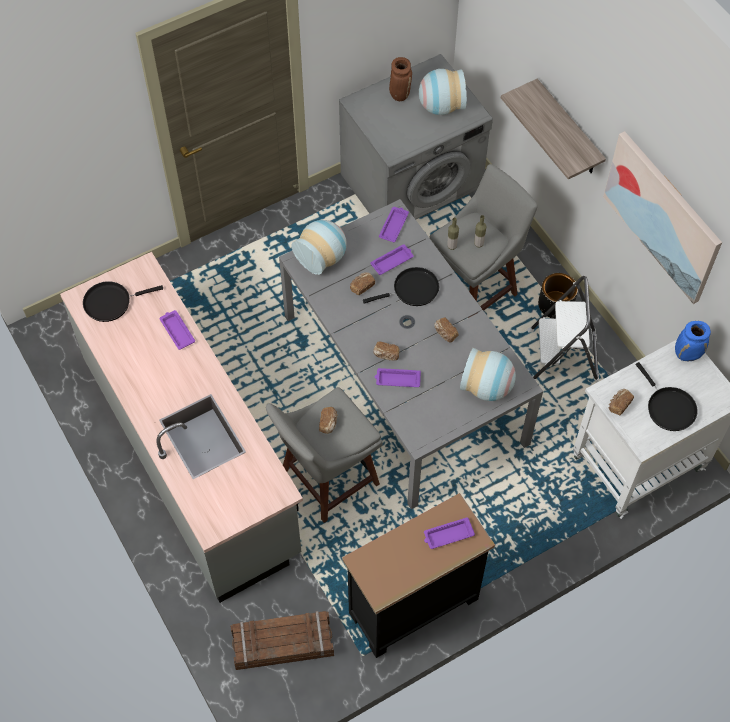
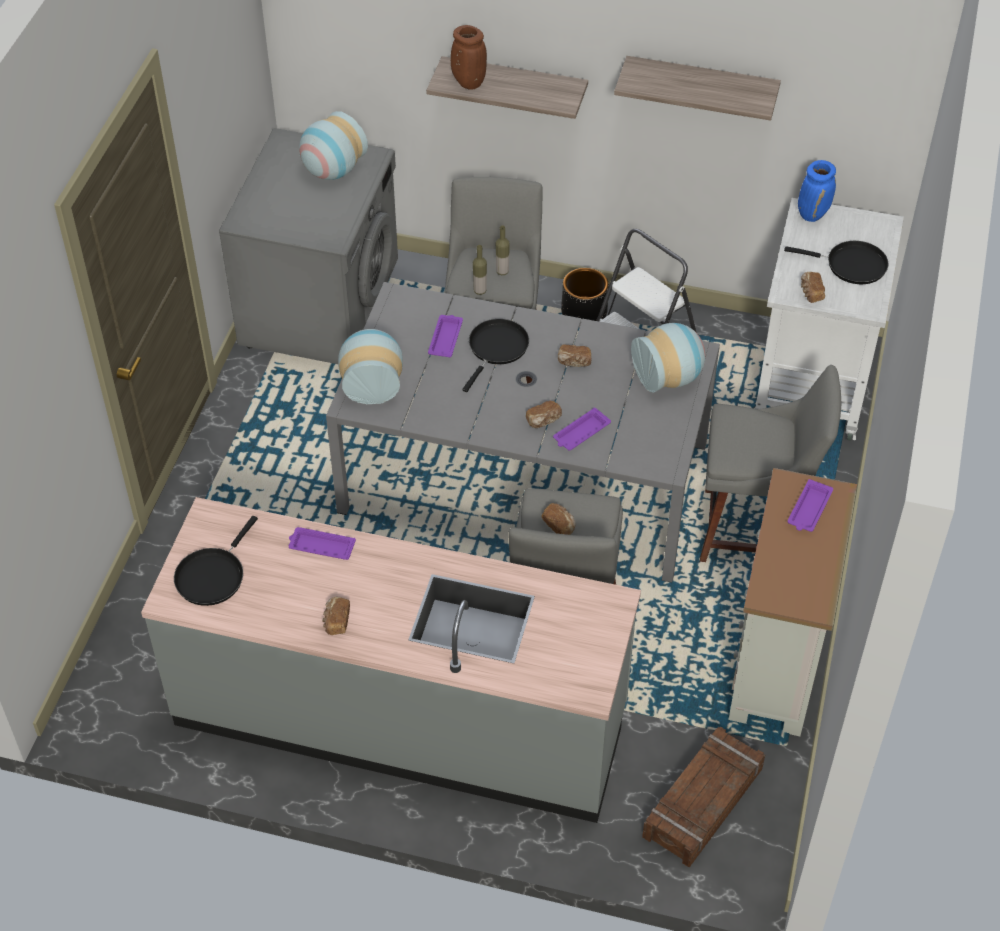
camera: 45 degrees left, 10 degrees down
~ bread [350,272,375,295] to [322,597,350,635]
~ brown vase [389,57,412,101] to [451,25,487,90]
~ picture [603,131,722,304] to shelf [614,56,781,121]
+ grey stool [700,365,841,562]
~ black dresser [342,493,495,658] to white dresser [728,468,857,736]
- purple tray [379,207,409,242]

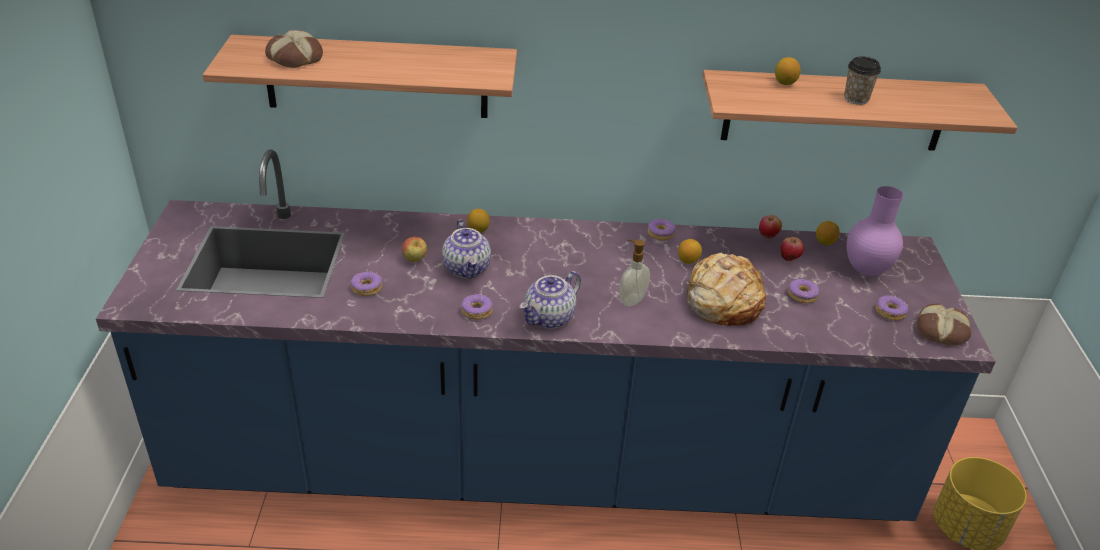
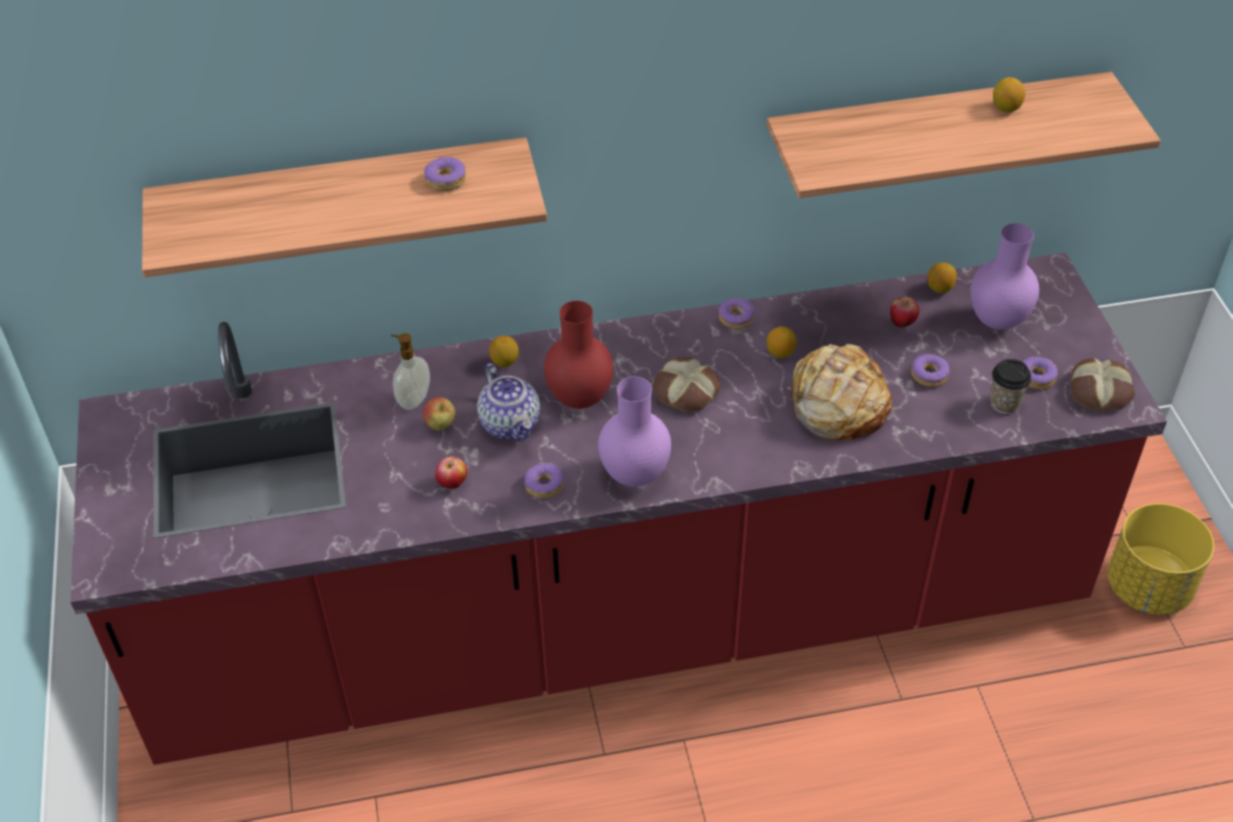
camera: 10 degrees left, 10 degrees up
~ blue counter [96,150,995,521] to red counter [70,253,1167,765]
~ soap dispenser [619,239,650,307] to [390,333,430,410]
~ donut [350,271,382,296] to [424,156,466,191]
~ apple [759,215,782,238] to [435,456,467,489]
+ red vase [544,301,613,409]
~ teapot [519,271,581,329] to purple vase [598,377,671,487]
~ bread [265,30,323,68] to [653,357,720,412]
~ cup [844,56,881,105] to [990,359,1031,414]
~ lemon [775,57,801,85] to [993,77,1025,113]

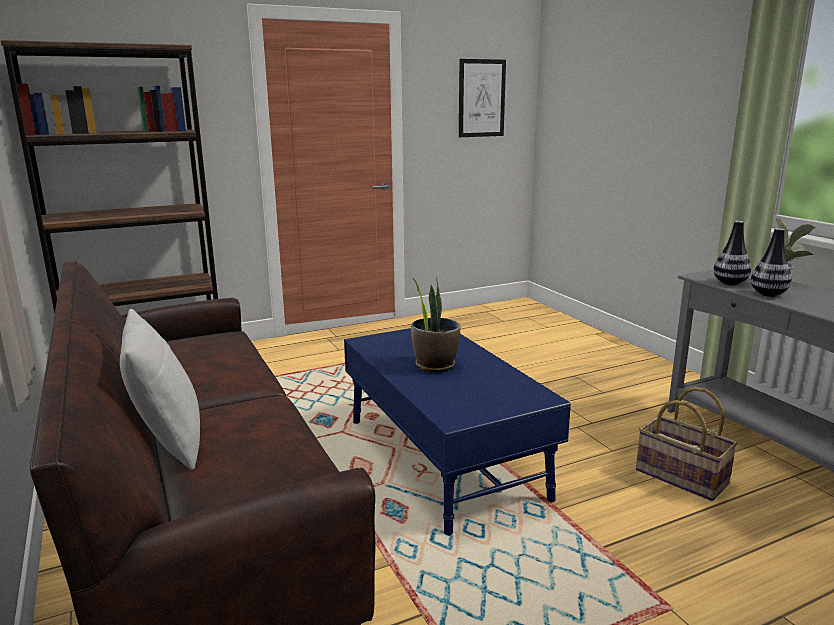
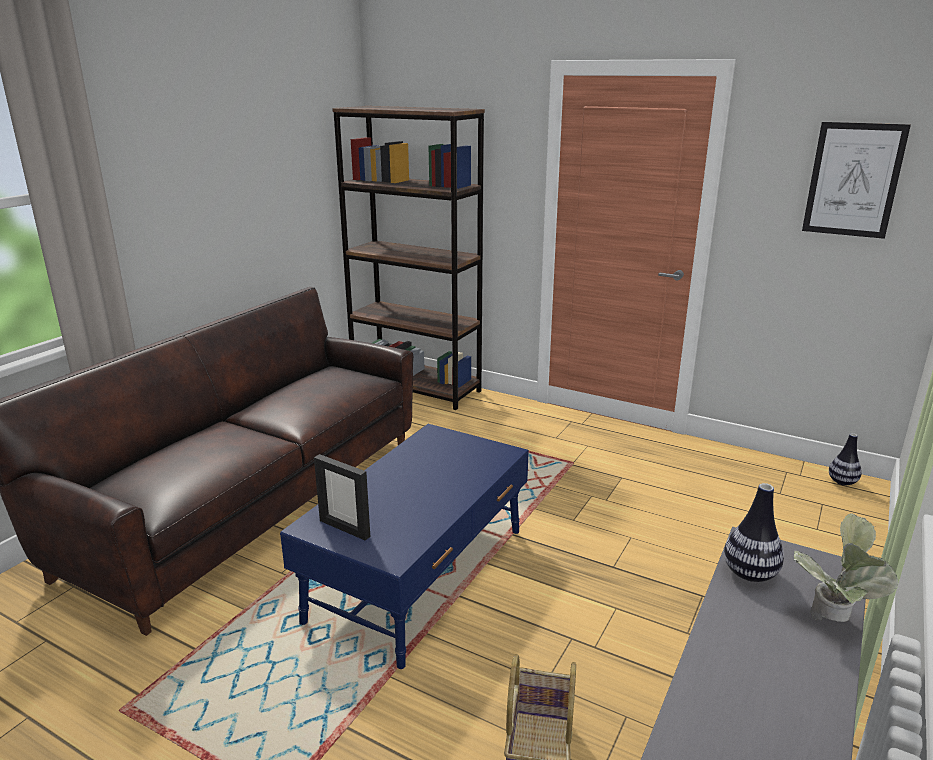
camera: 55 degrees right, 5 degrees up
+ picture frame [314,454,370,540]
~ vase [751,228,792,297] to [829,433,862,486]
- grey pillow [120,309,200,470]
- potted plant [411,279,461,373]

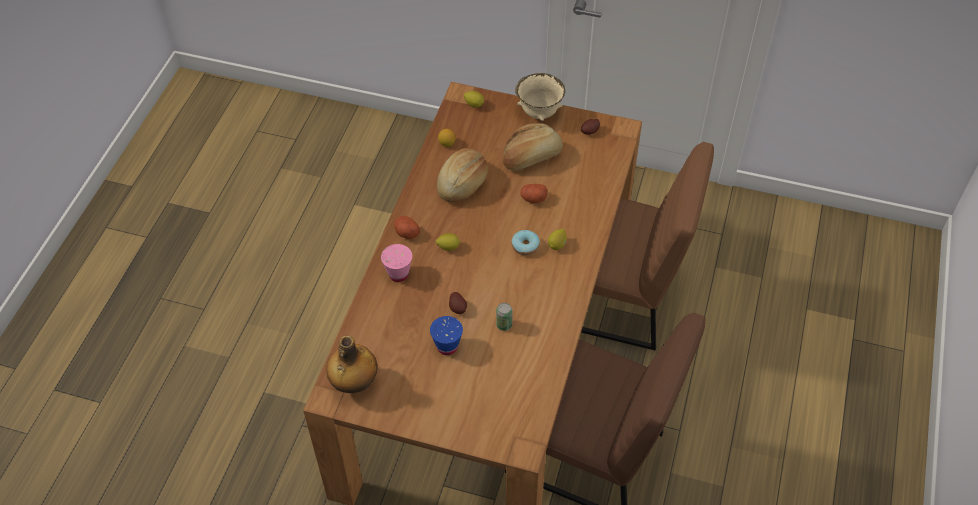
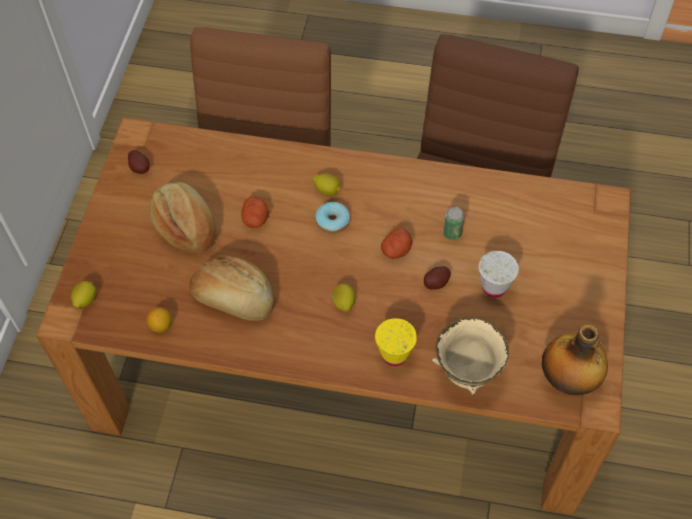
camera: 95 degrees left, 5 degrees up
~ pink cup [381,244,412,282] to yellow cup [375,318,417,366]
~ potato [394,216,420,239] to [381,227,412,259]
~ beige bowl [515,73,565,121] to [432,317,509,396]
~ blue cup [430,316,463,355] to white cup [478,251,519,298]

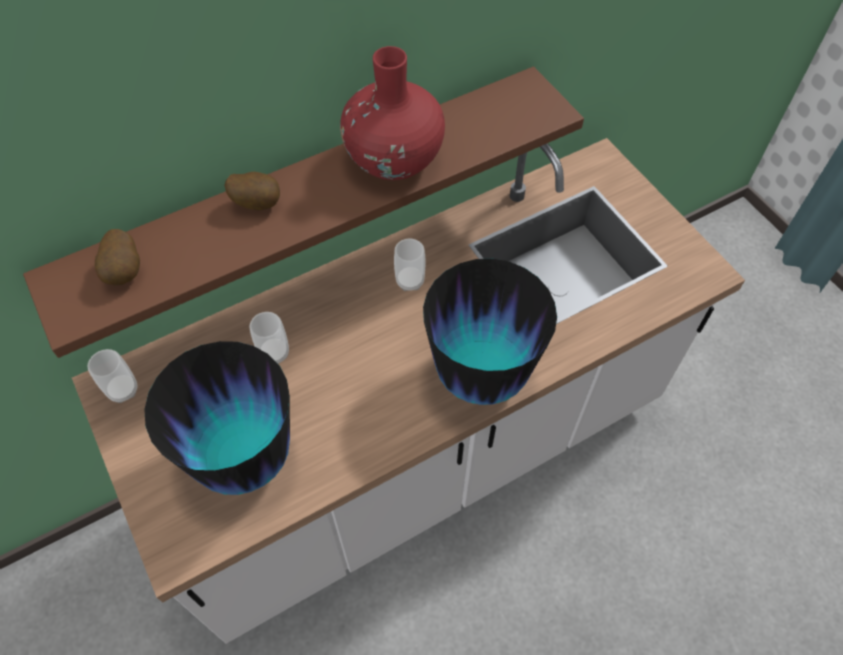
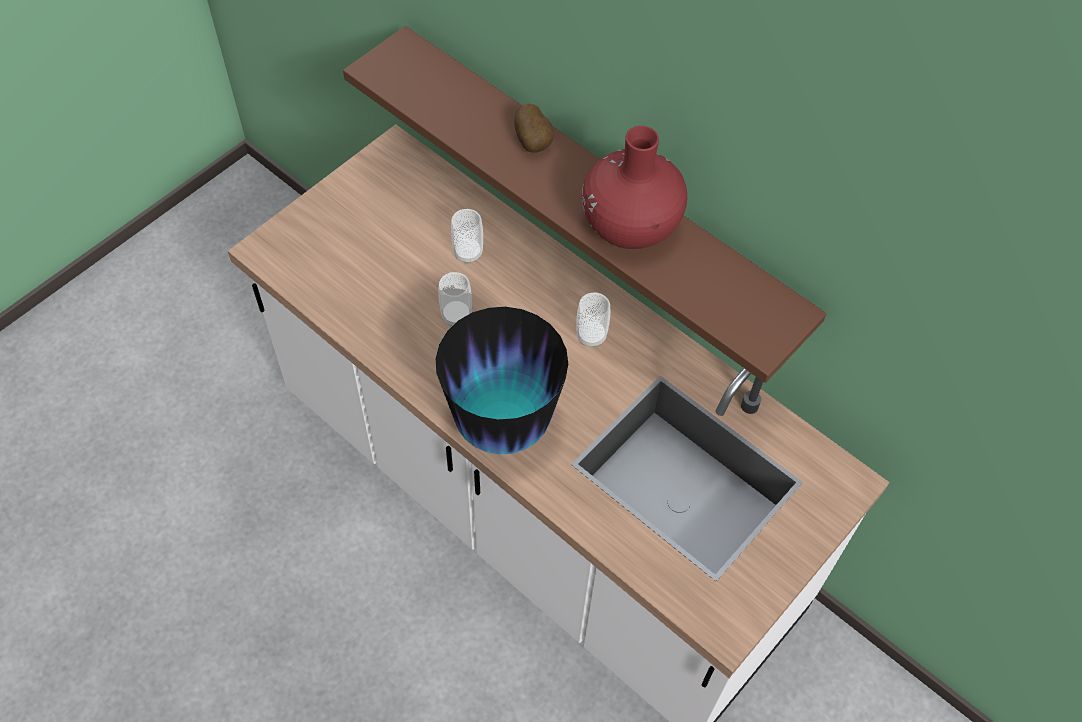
camera: 70 degrees right, 0 degrees up
~ cup [88,349,137,403] to [438,272,472,326]
- potato [95,229,140,285]
- vase [144,341,290,495]

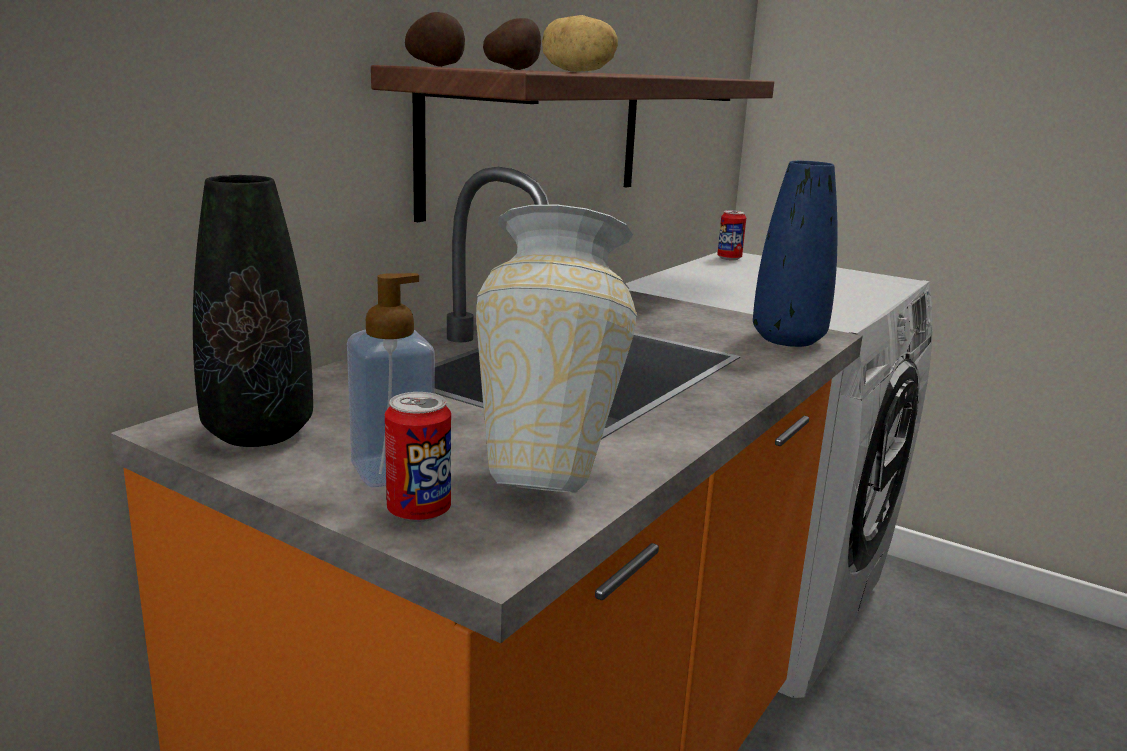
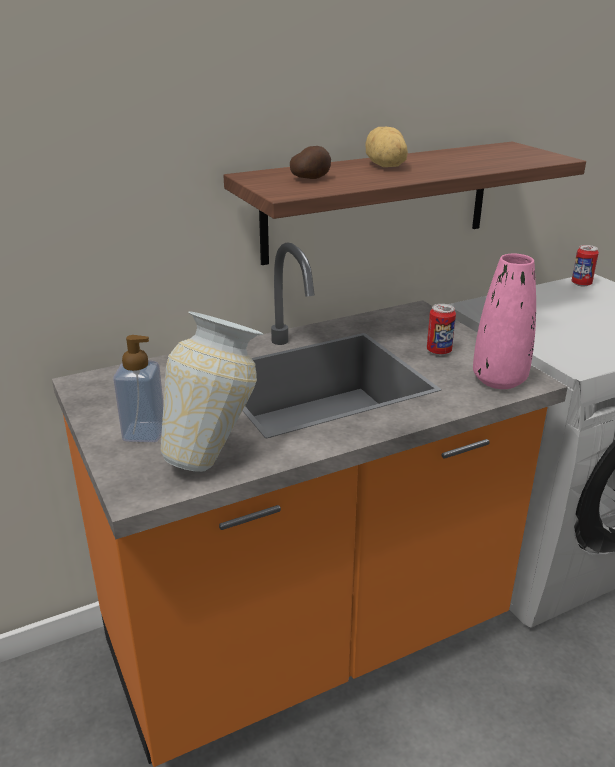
camera: 30 degrees right, 10 degrees up
~ can [385,392,451,522] to [427,304,456,355]
~ blue vase [753,161,838,347] to pink vase [473,254,536,389]
- black vase [193,175,313,447]
- potato [405,12,465,67]

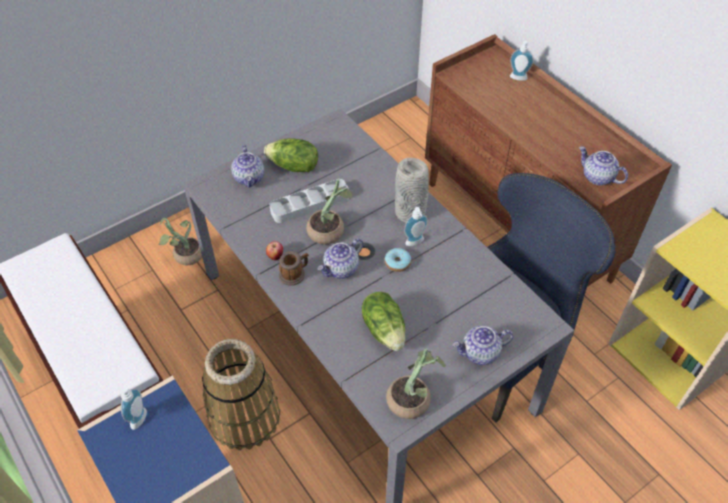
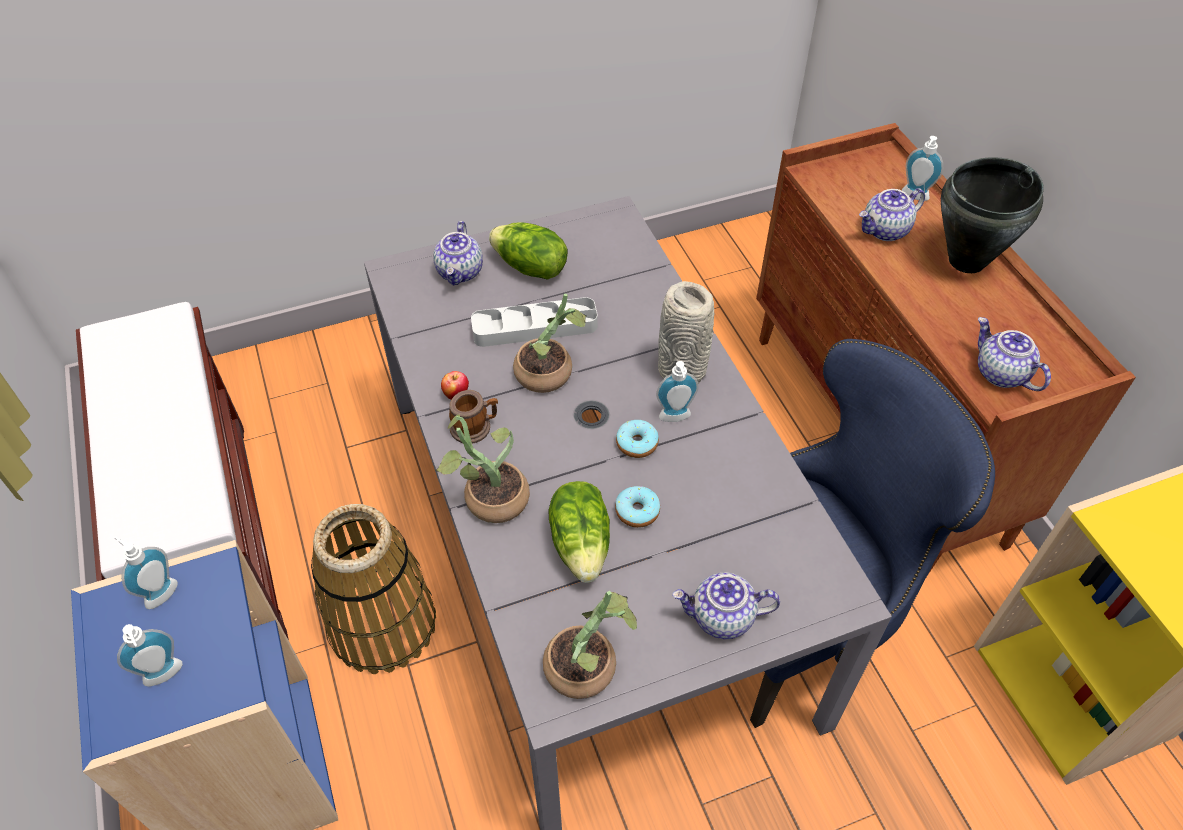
camera: 15 degrees right, 0 degrees up
+ soap dispenser [117,624,182,687]
~ potted plant [159,218,202,265] to [435,415,530,523]
+ donut [615,486,660,528]
~ teapot [318,238,363,279] to [859,188,925,241]
+ black cooking pot [941,157,1044,273]

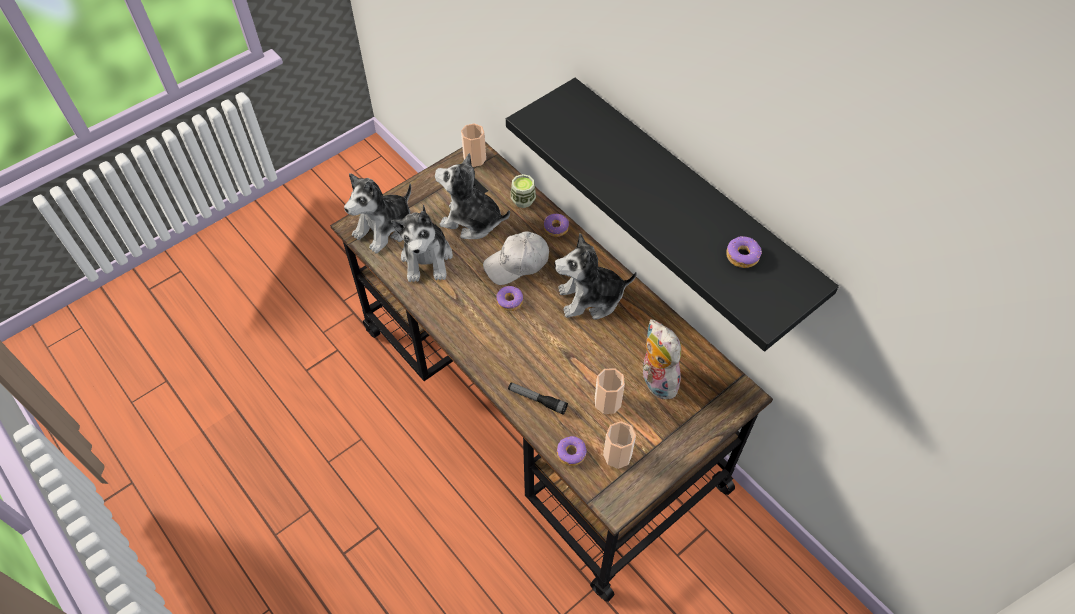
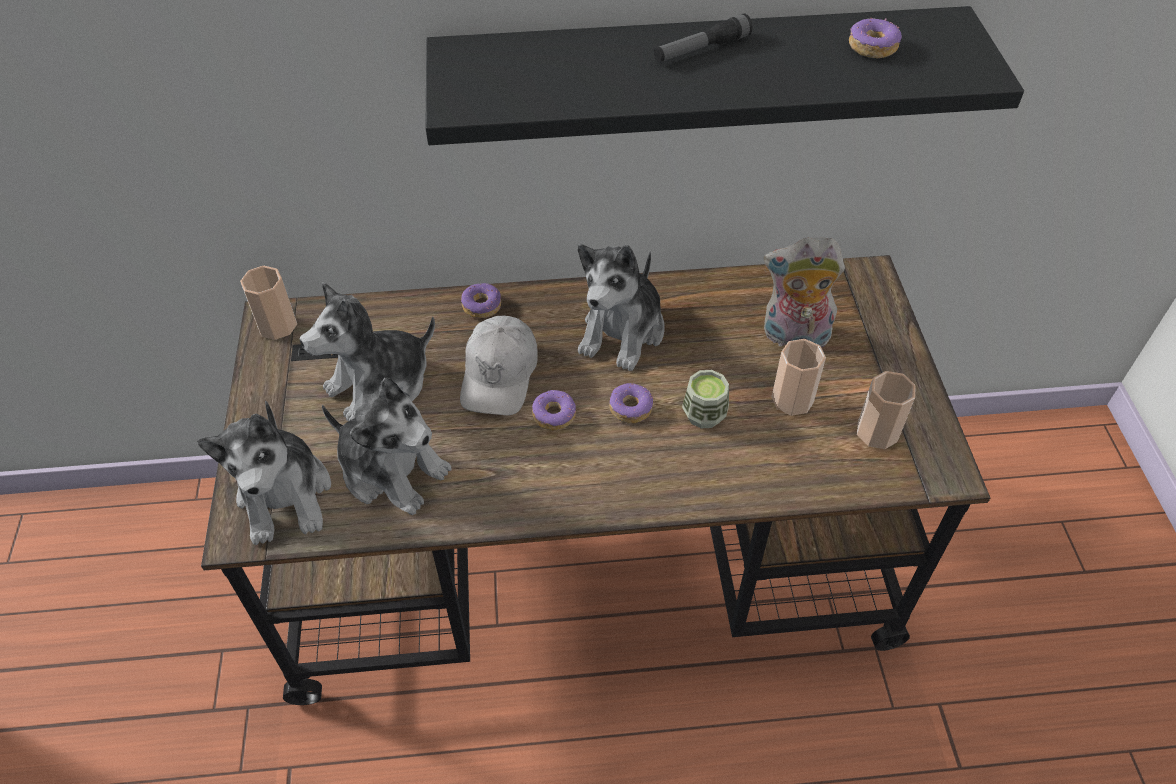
camera: 55 degrees left, 5 degrees down
~ donut [557,436,587,466] to [609,383,653,423]
~ flashlight [508,383,568,414] to [654,14,753,62]
~ cup [511,174,536,208] to [682,370,729,428]

